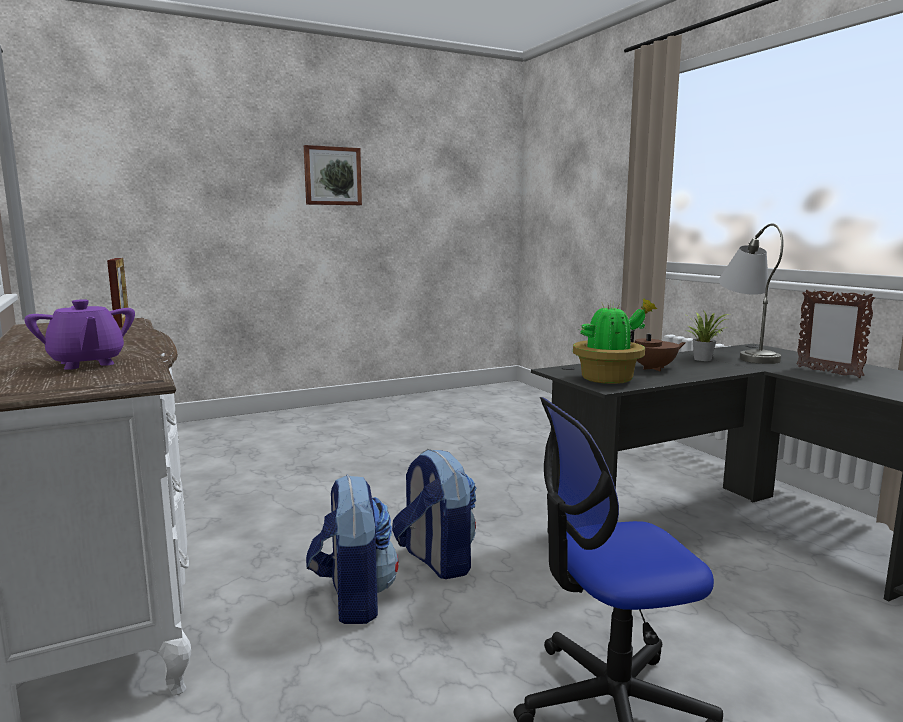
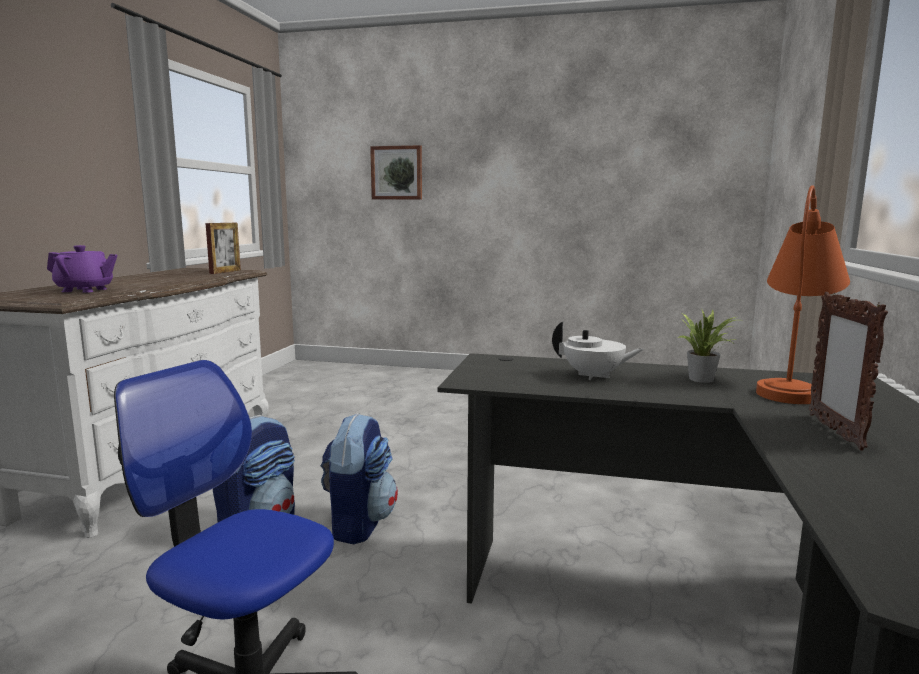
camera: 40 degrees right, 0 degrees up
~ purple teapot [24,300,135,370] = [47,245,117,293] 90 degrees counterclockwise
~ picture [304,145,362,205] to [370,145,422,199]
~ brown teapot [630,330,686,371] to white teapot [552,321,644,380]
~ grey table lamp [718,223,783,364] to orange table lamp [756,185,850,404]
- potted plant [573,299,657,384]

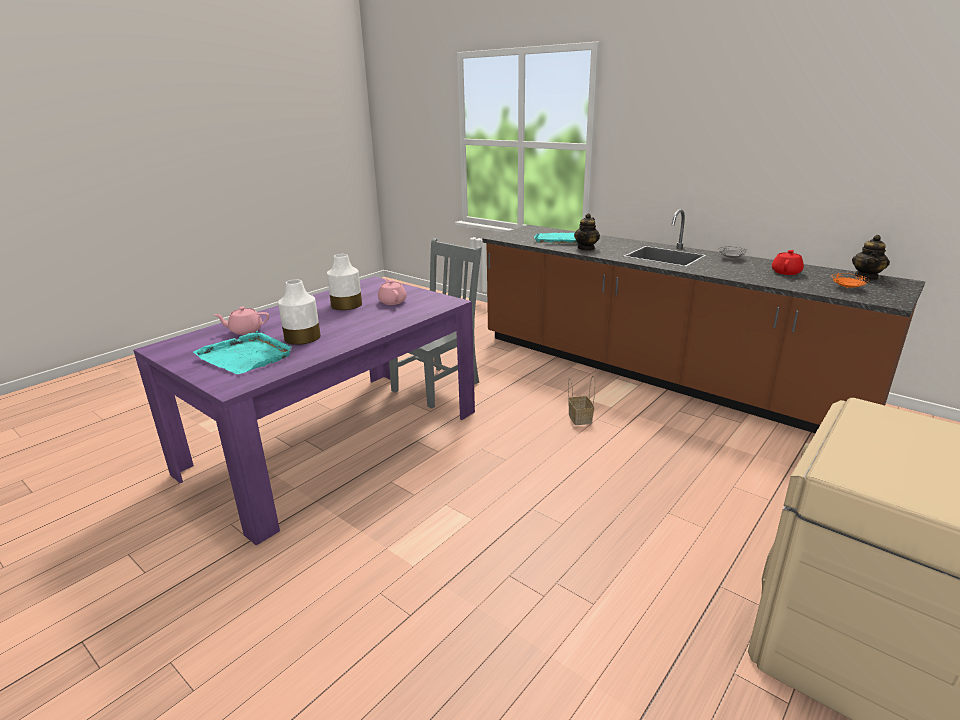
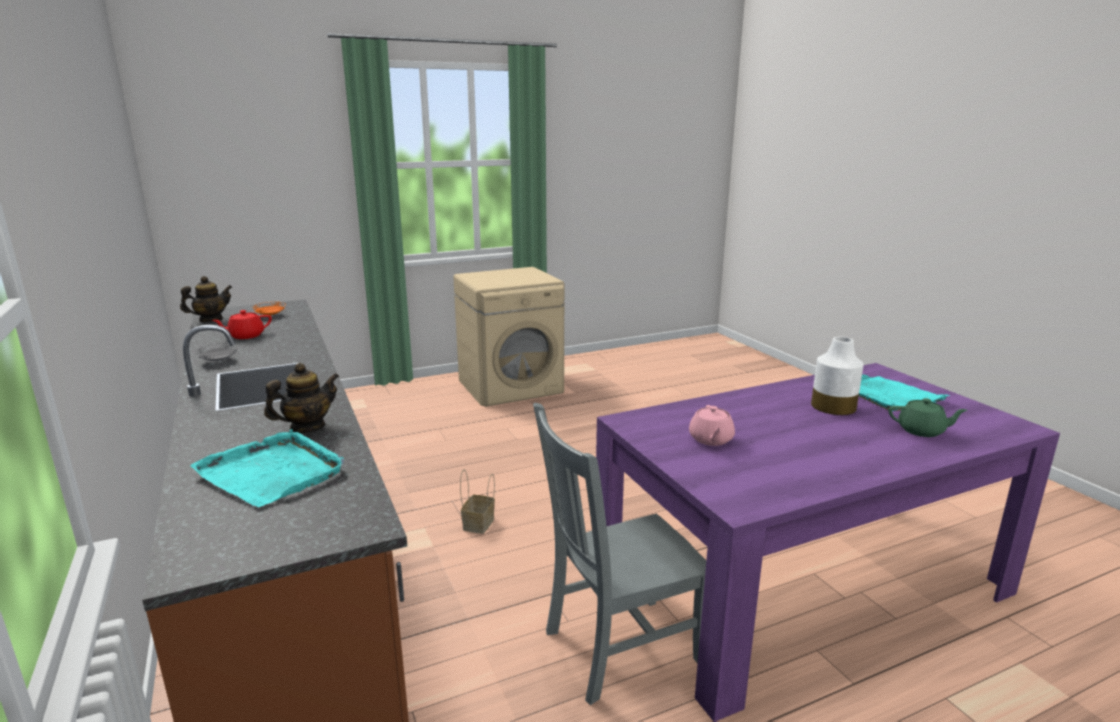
camera: 155 degrees left, 5 degrees down
~ pink teapot [214,306,269,335] to green teapot [888,398,968,437]
- white vase [327,254,362,310]

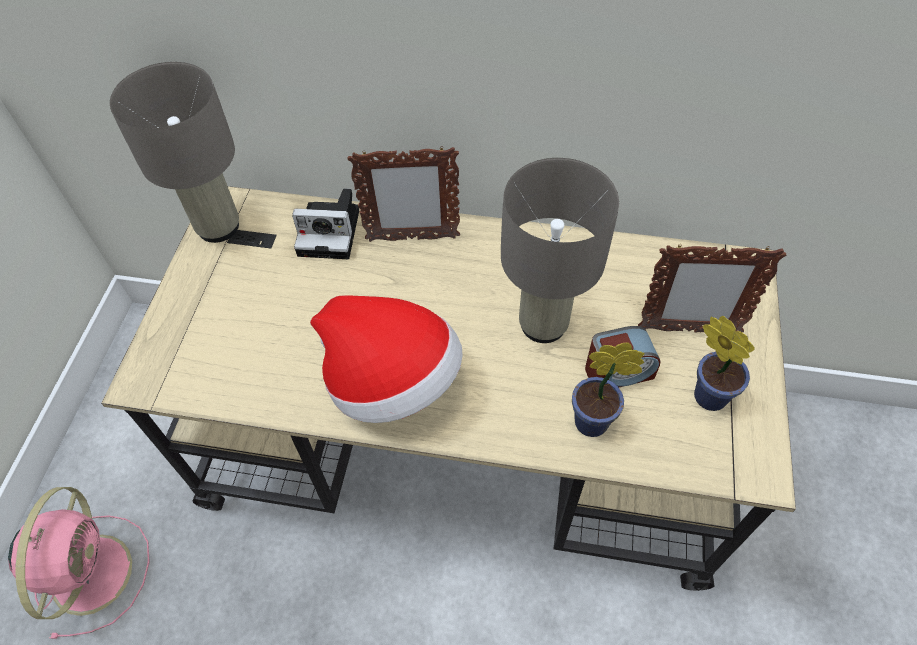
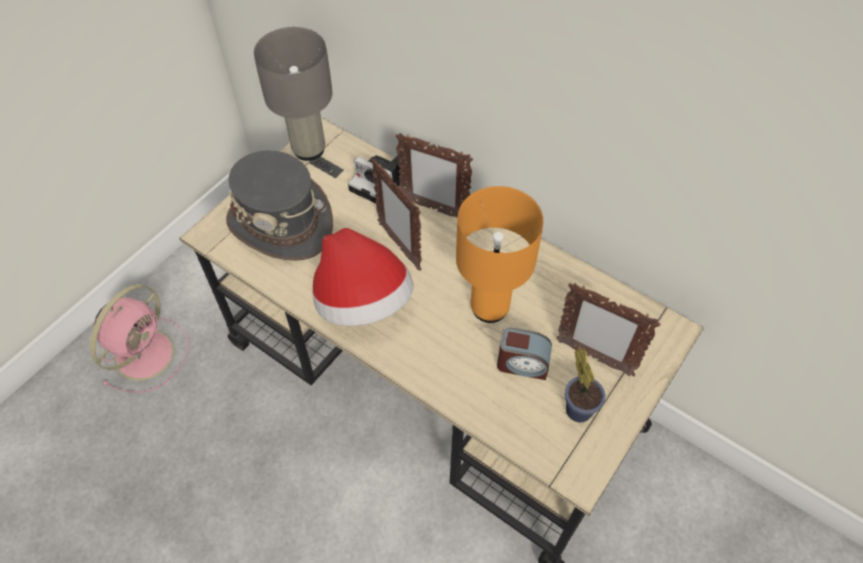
camera: 25 degrees right, 0 degrees up
+ grey hat [226,150,333,261]
+ picture frame [371,159,422,271]
~ grey table lamp [501,158,619,343] to orange table lamp [456,186,543,323]
- potted plant [572,342,645,437]

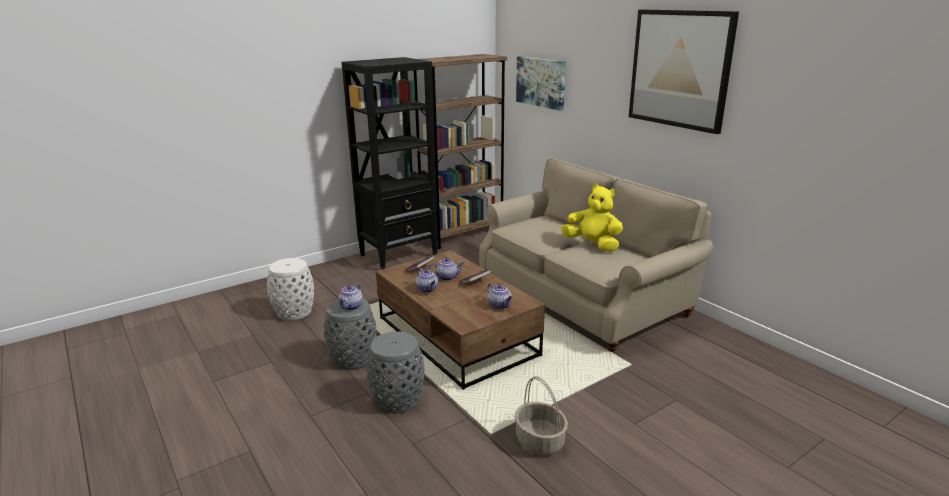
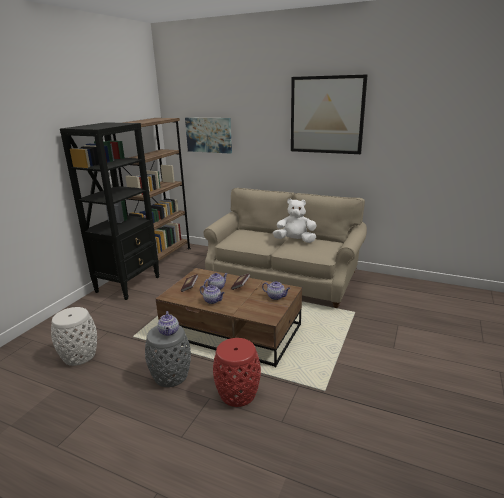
camera: 30 degrees left, 0 degrees up
~ grey stool [366,331,425,413] to red stool [213,338,261,407]
~ yellow plush toy [561,184,623,252] to white plush toy [273,198,317,243]
- basket [515,376,568,455]

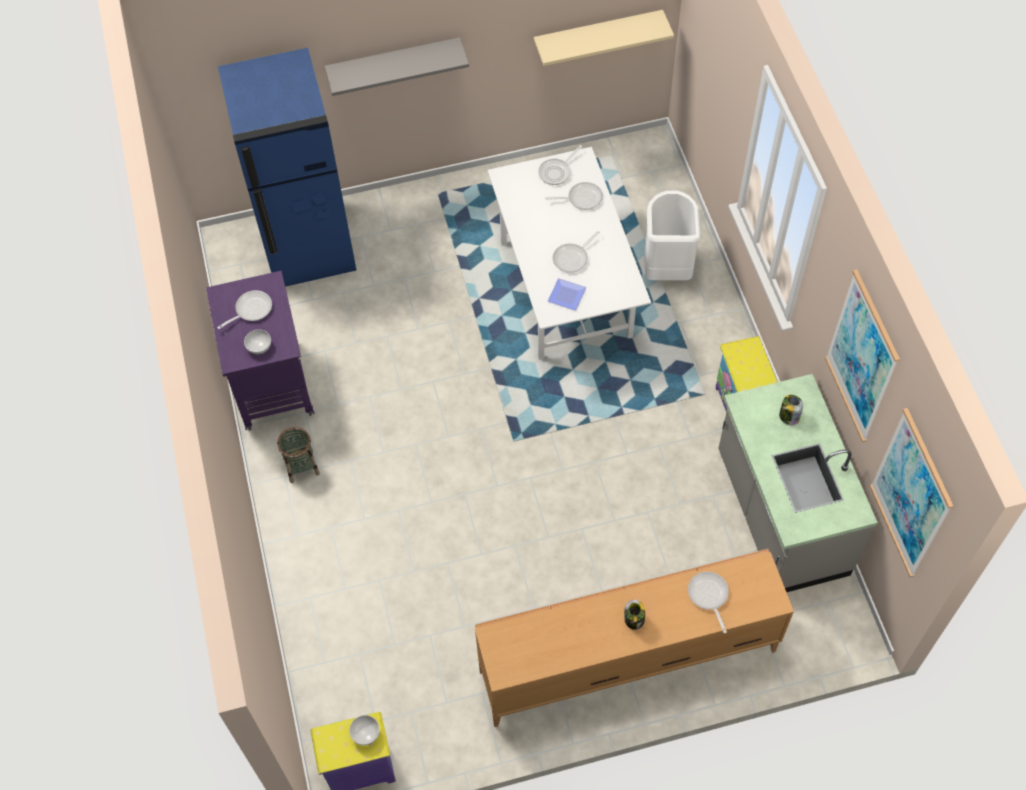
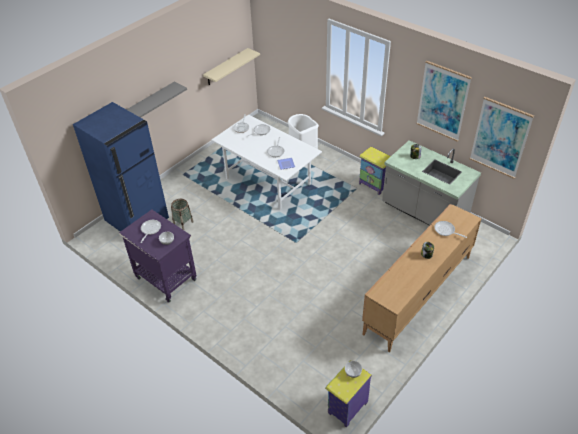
camera: 35 degrees left, 15 degrees down
~ basket [277,427,320,483] to [171,199,194,230]

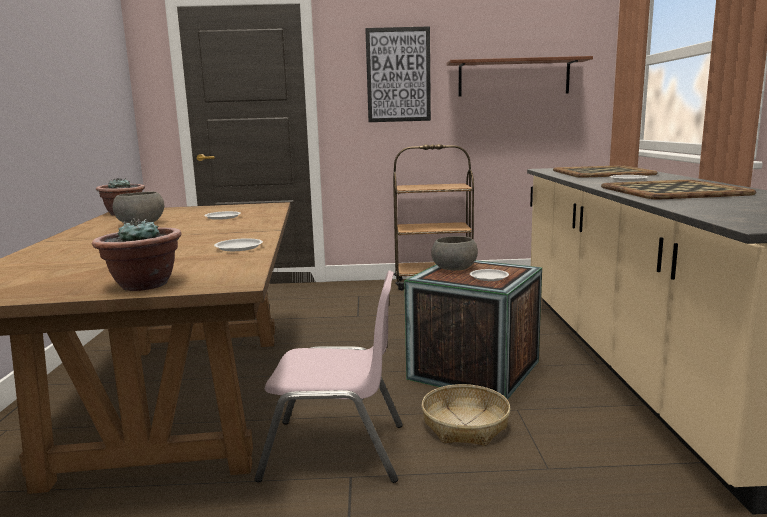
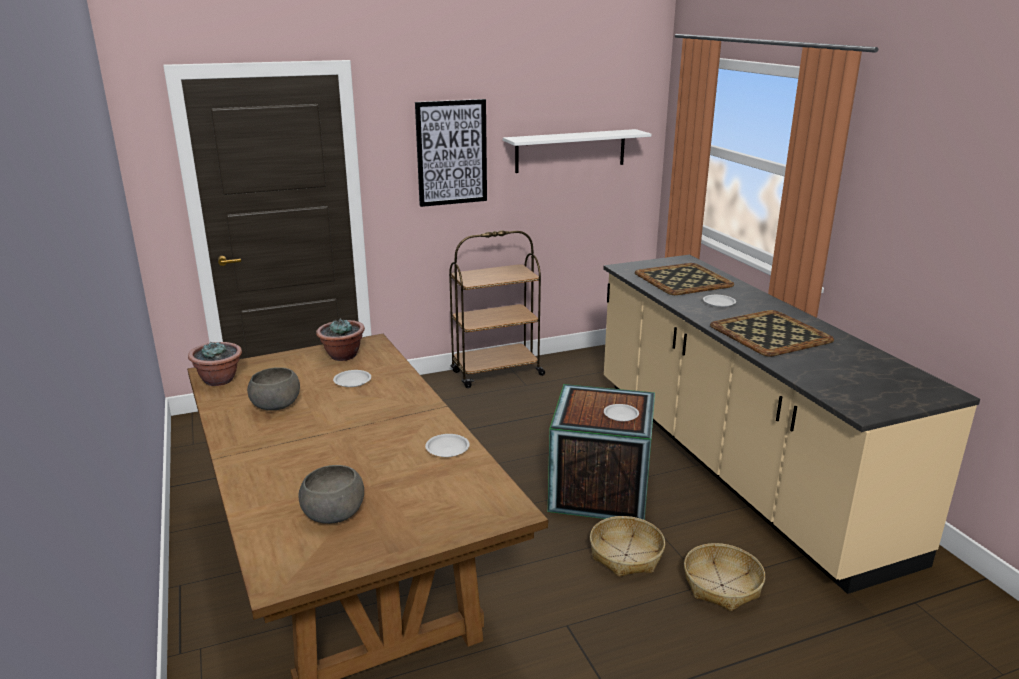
camera: 20 degrees left, 10 degrees up
~ grey bowl [431,236,478,270] to [298,465,364,524]
~ potted plant [92,218,182,291] to [316,318,365,361]
~ brown shelf [446,56,593,96] to white shelf [503,129,651,173]
+ basket [684,543,765,611]
- pink chair [255,270,403,483]

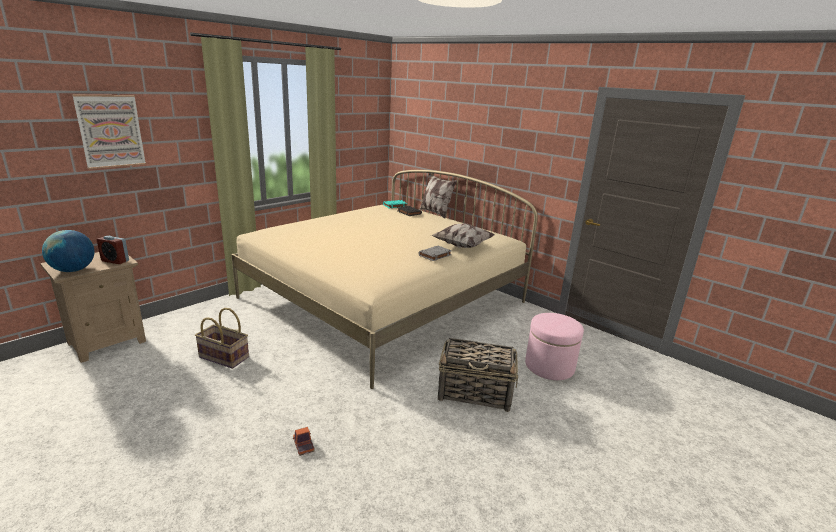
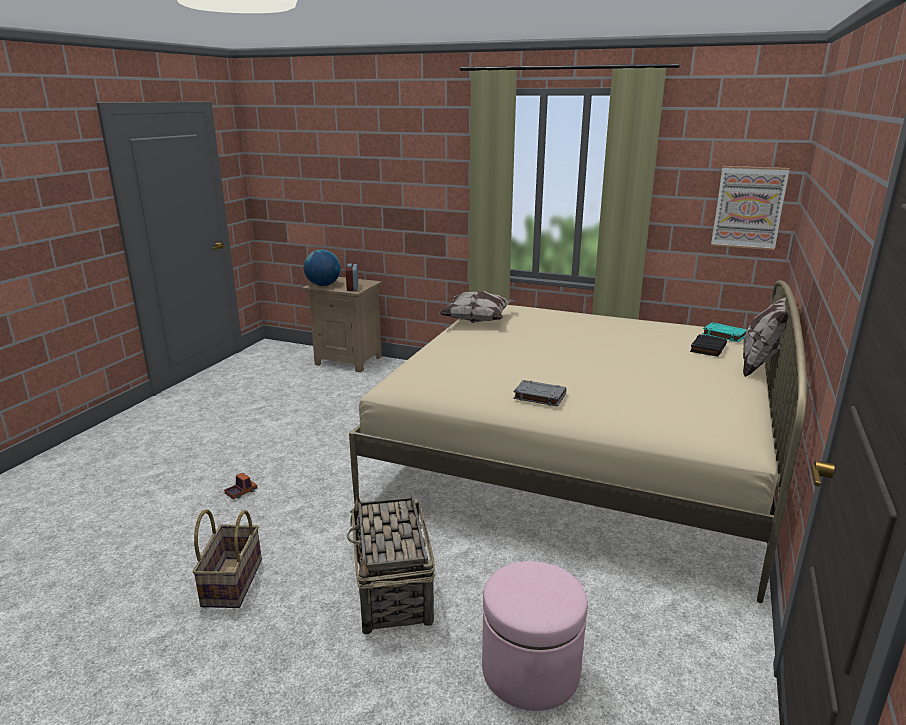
camera: 70 degrees right, 0 degrees up
~ basket [195,308,249,369] to [192,509,262,608]
~ pillow [431,223,494,248] to [440,291,515,323]
~ picture [72,95,146,169] to [711,166,790,250]

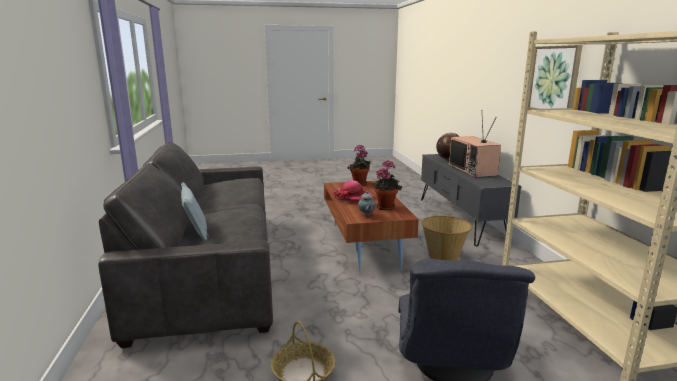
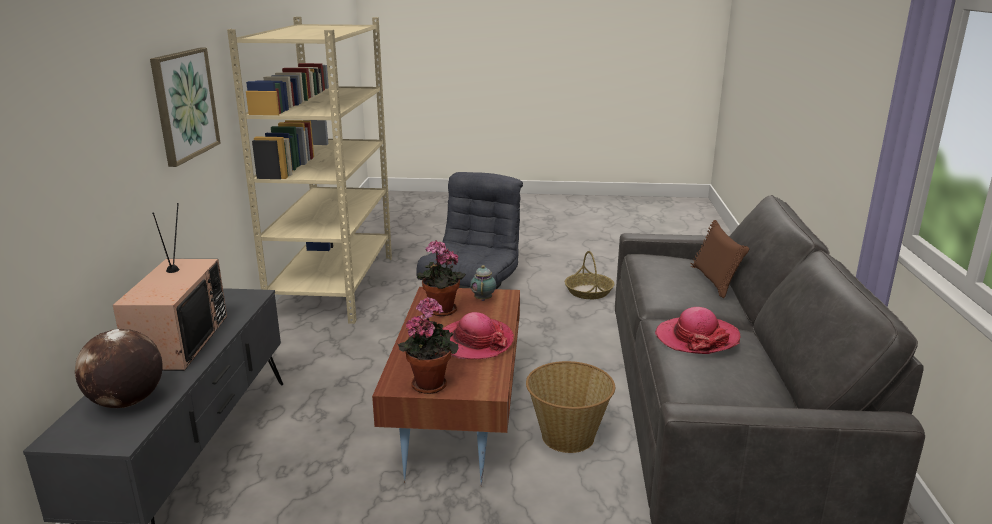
camera: 165 degrees left, 5 degrees up
~ basket [421,216,472,260] to [526,361,615,453]
+ hat [655,307,741,354]
~ blue pillow [181,182,209,241] to brown pillow [690,220,749,298]

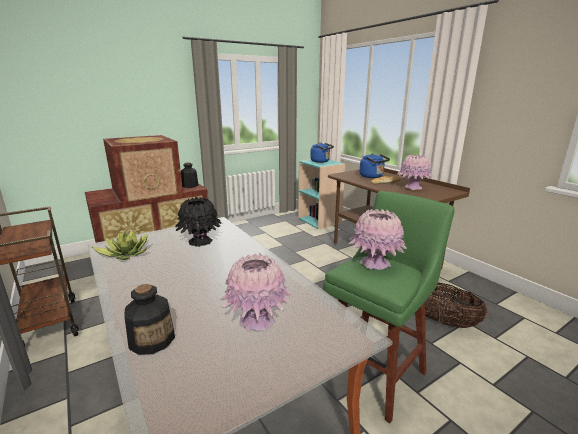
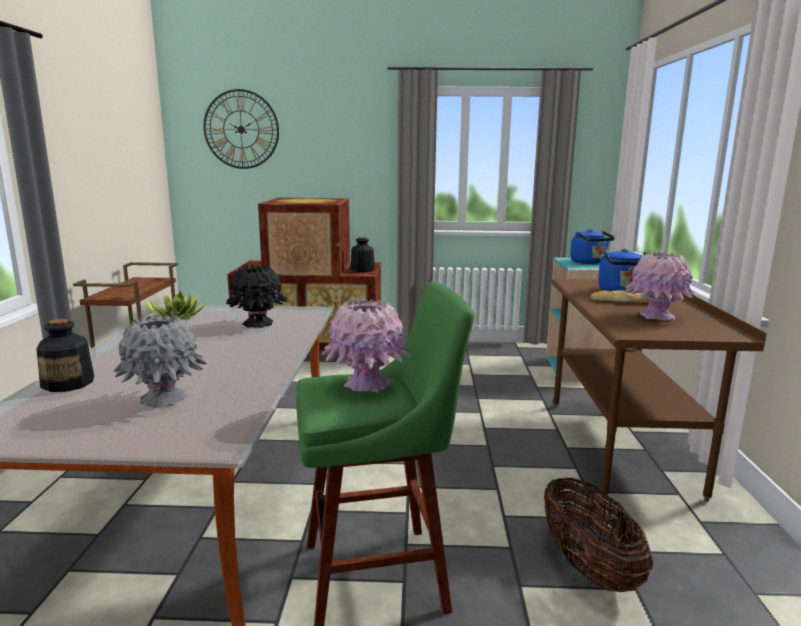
camera: 35 degrees right, 5 degrees down
~ pink vase [220,253,292,332] to grey vase [113,314,207,408]
+ wall clock [203,89,279,169]

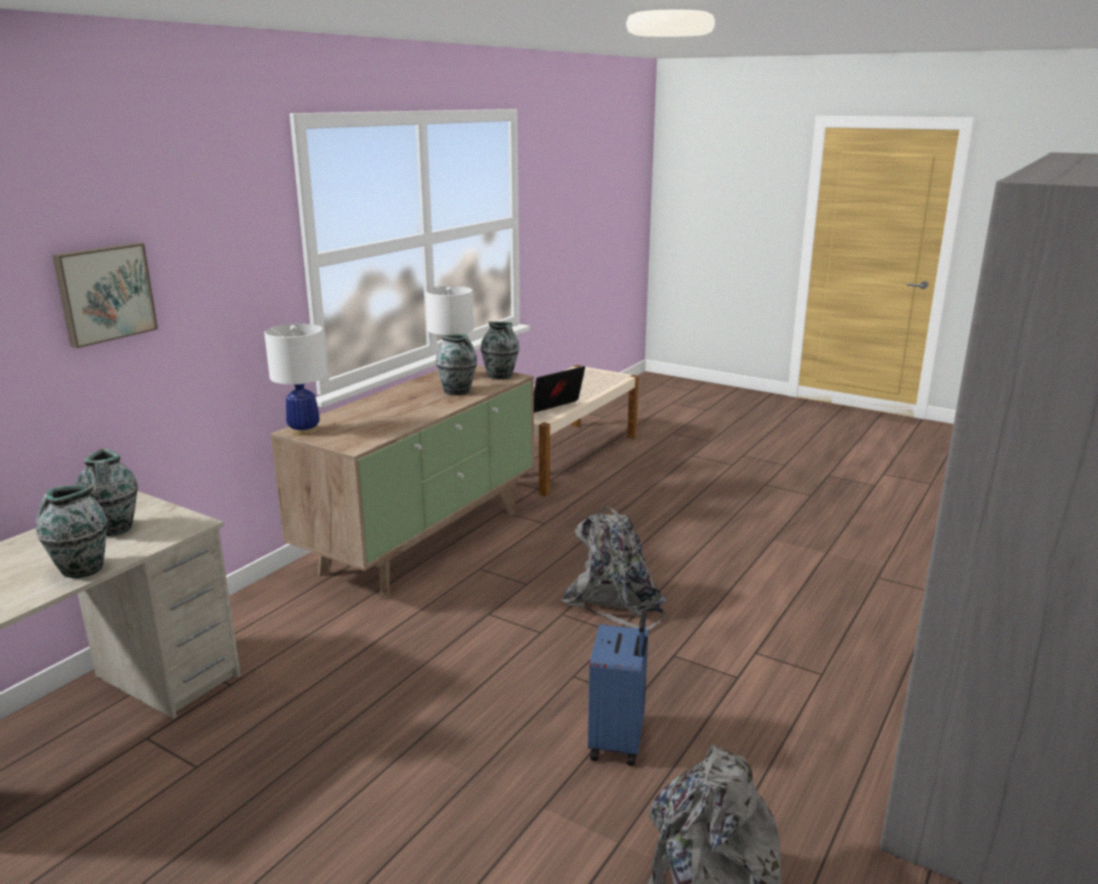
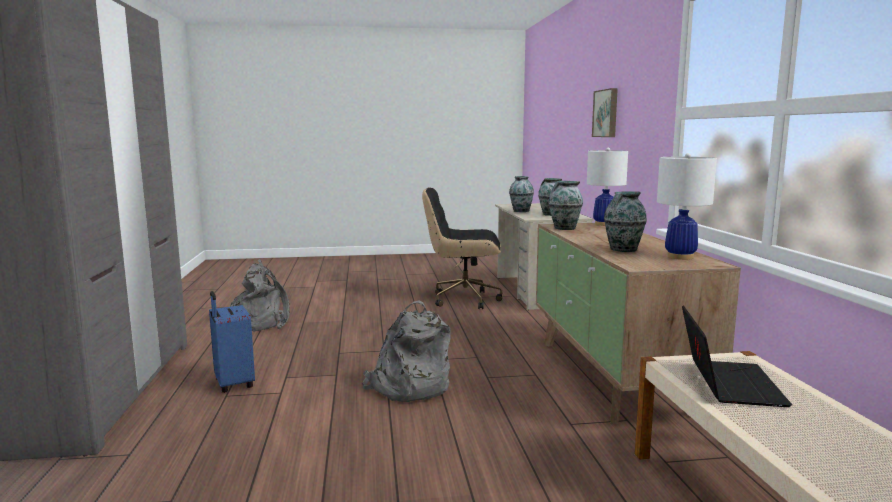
camera: 140 degrees right, 10 degrees down
~ blue suitcase [588,611,648,766] to [209,291,255,393]
+ black office chair [422,187,503,309]
~ vase [481,321,519,379] to [548,181,583,230]

